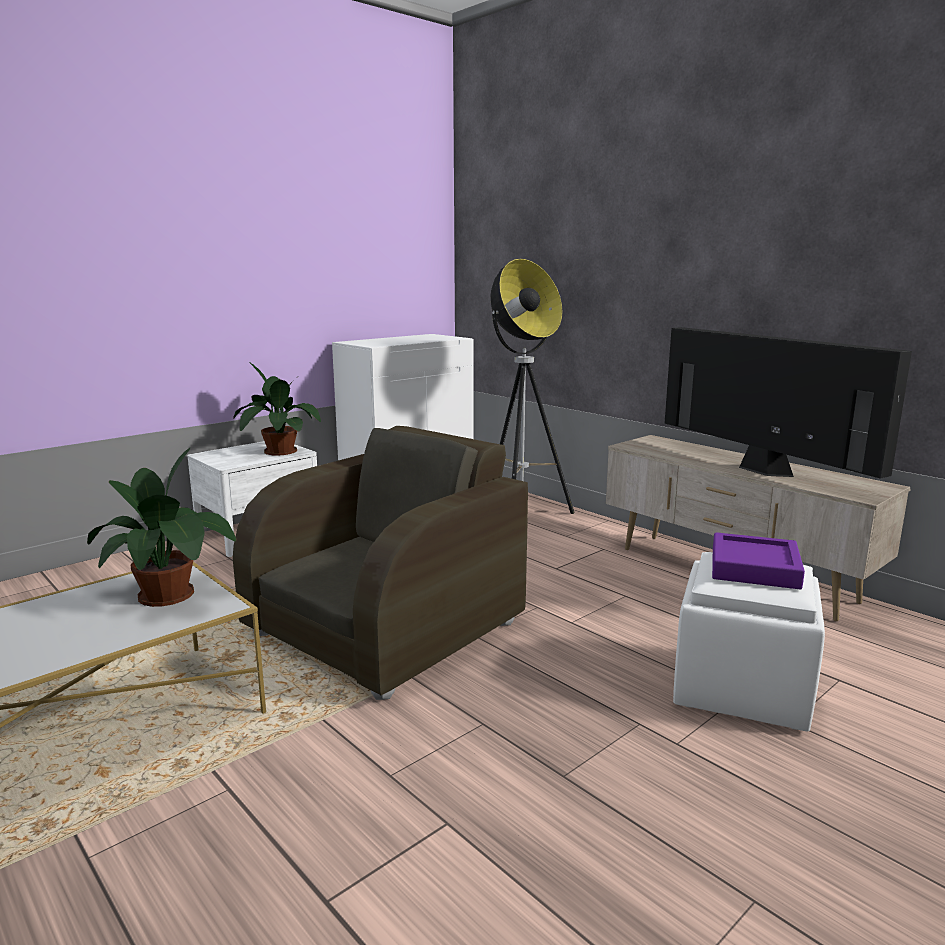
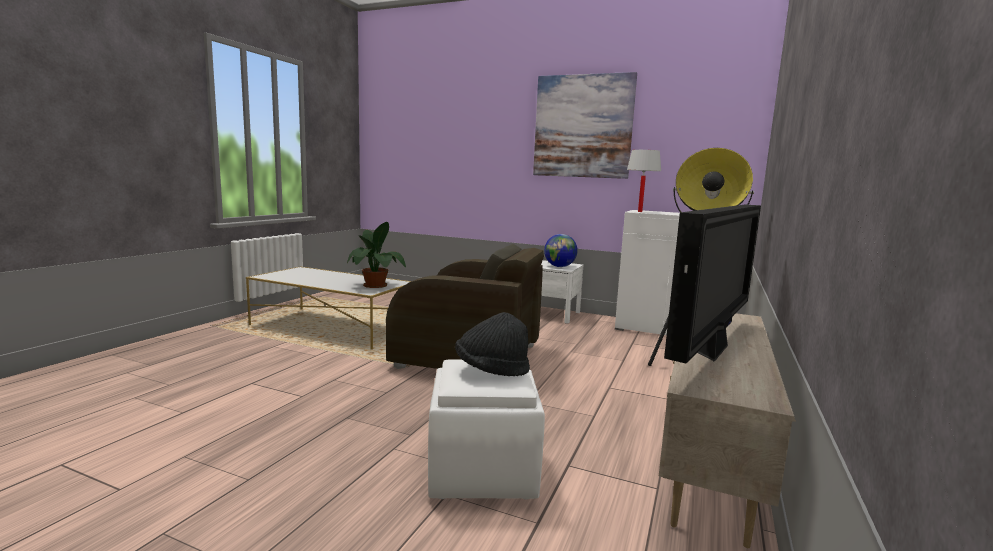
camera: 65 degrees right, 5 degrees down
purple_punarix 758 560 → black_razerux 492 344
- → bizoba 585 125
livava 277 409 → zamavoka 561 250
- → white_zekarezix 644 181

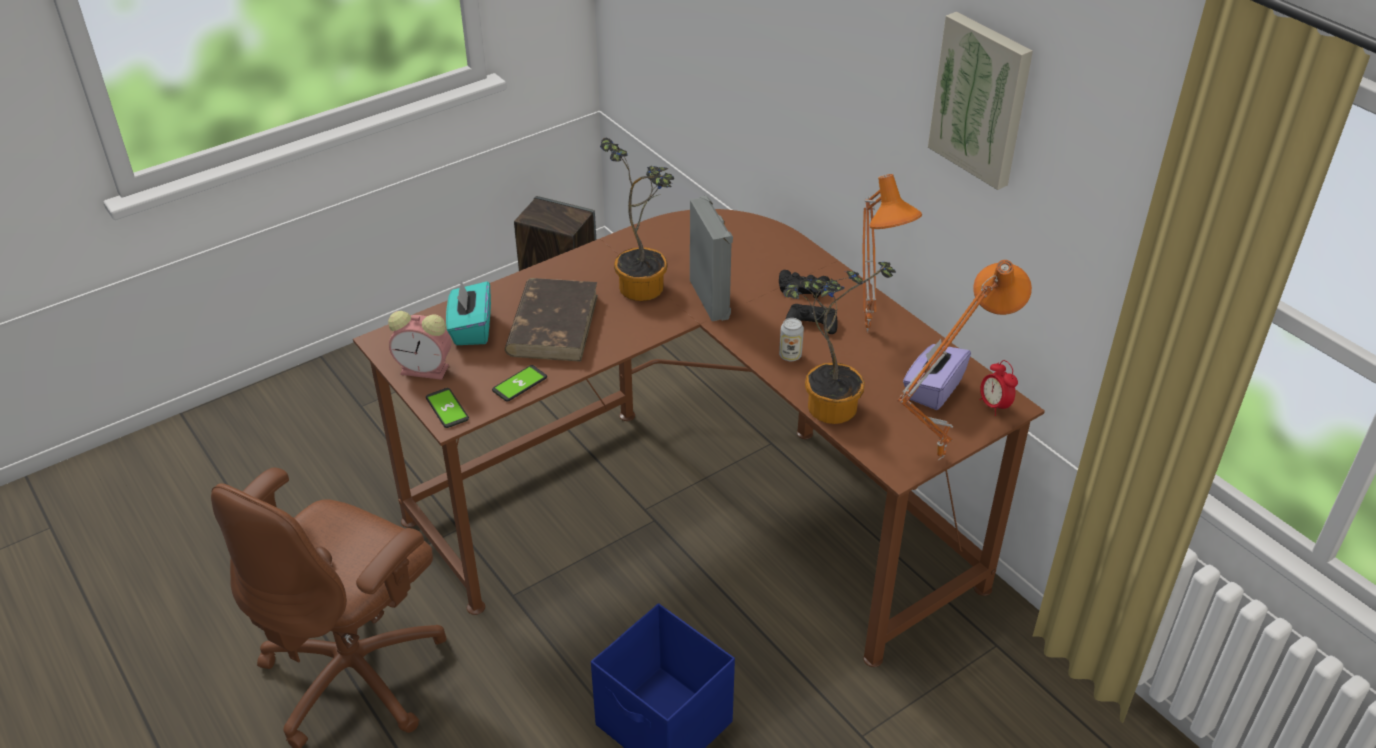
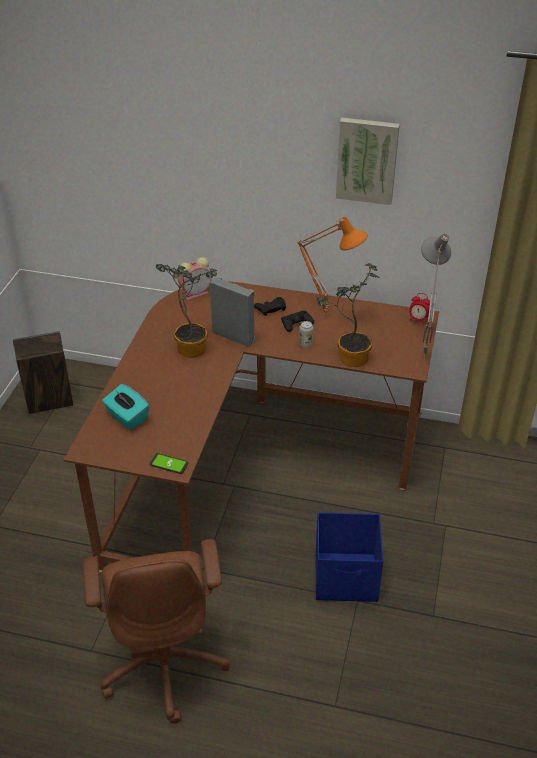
camera: 40 degrees left, 0 degrees up
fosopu 419 345 → fosopu 195 279, relocated
orange_zekarezix 964 360 → grey_zekarezix 436 295
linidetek 519 383 → -
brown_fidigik 551 320 → -
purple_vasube 937 374 → -

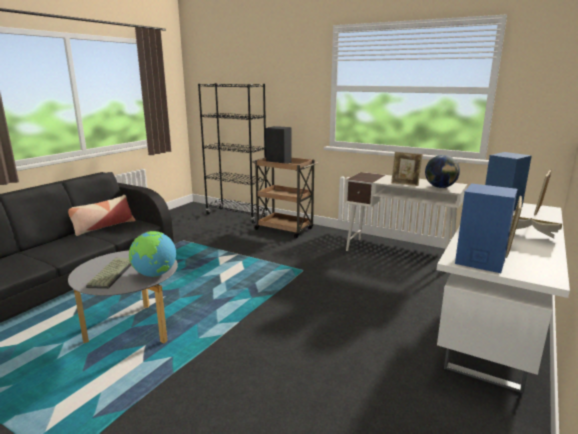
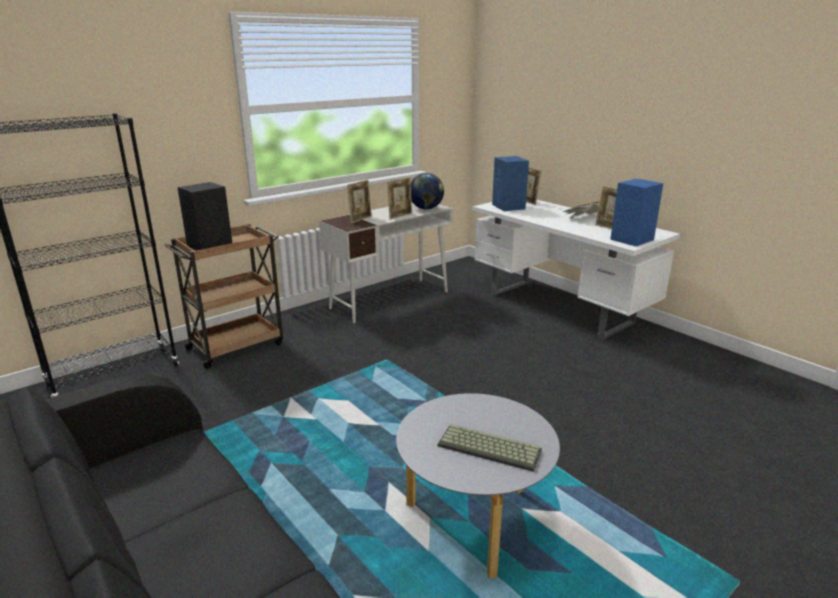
camera: 70 degrees left, 5 degrees up
- → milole 359 201
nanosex 102 215 → -
zamavoka 152 254 → -

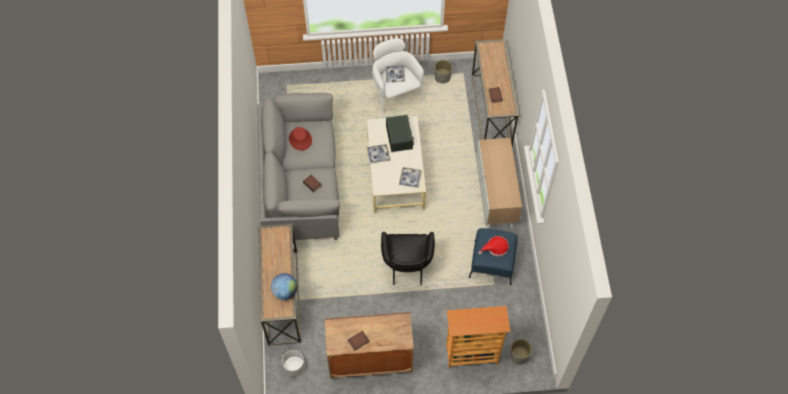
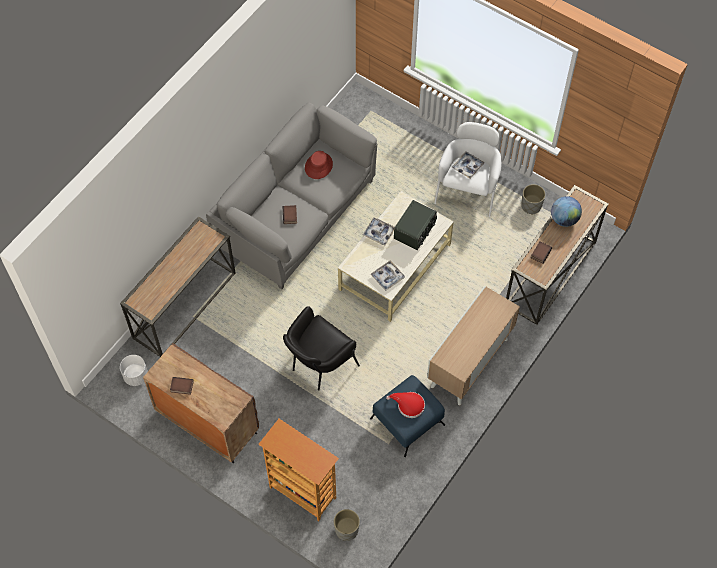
camera: 40 degrees right, 0 degrees up
zamavoka 284 286 → zamavoka 566 211, relocated

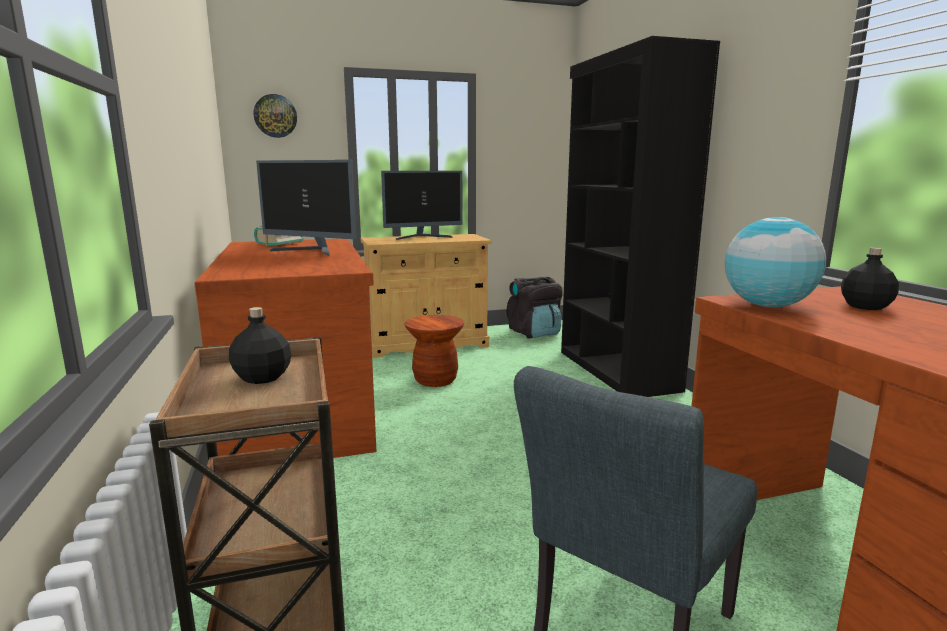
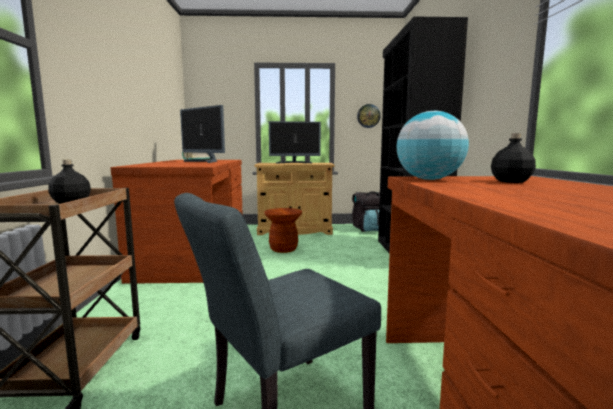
camera: 15 degrees right, 5 degrees down
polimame 275 116 → polimame 369 116, relocated

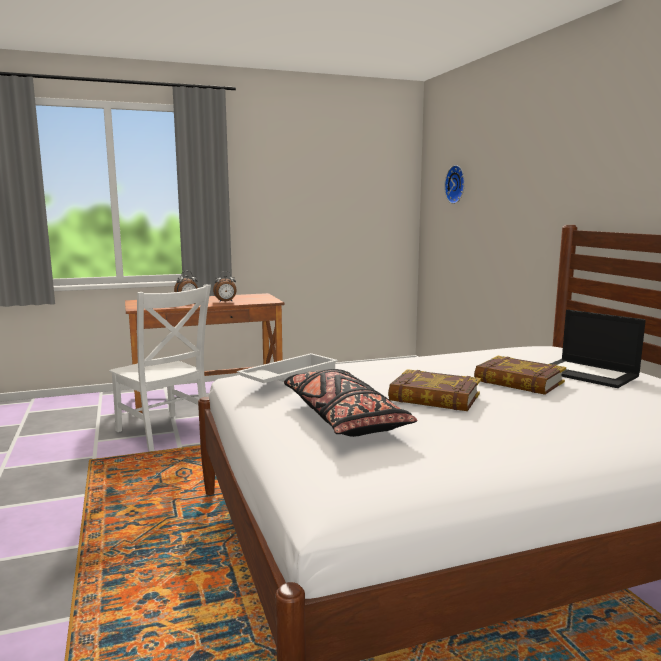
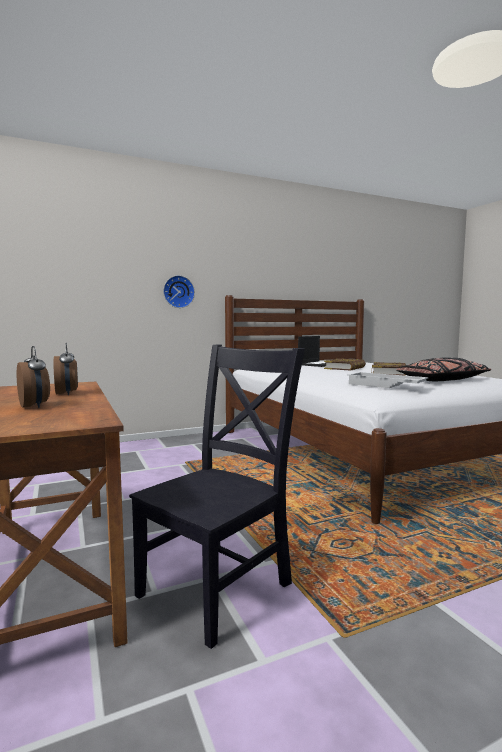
camera: 95 degrees left, 5 degrees down
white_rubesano 160 368 → black_rubesano 217 496
polimame 454 184 → polimame 179 291, relocated

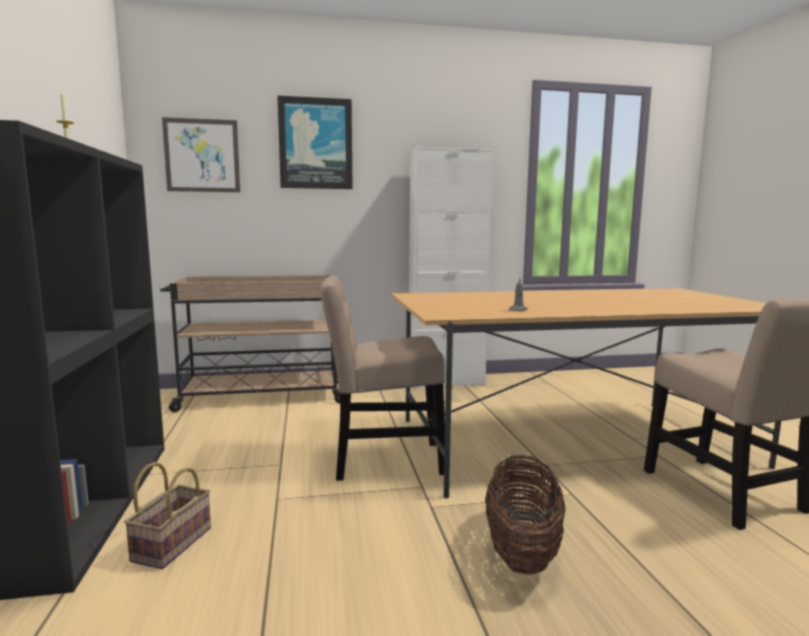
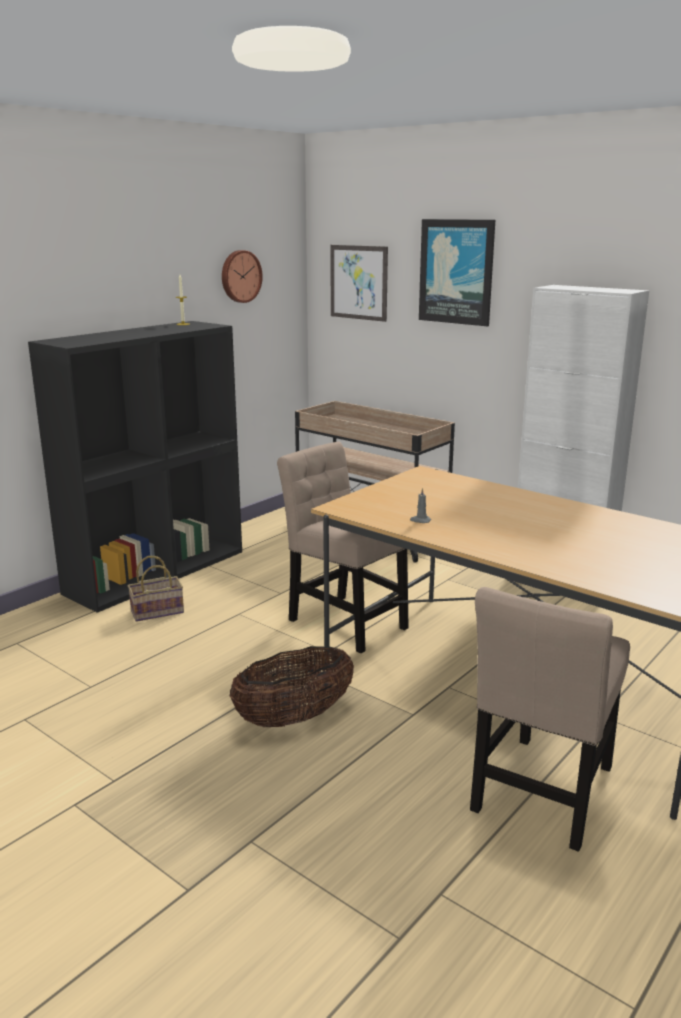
camera: 50 degrees right, 10 degrees up
- → polimame 242 276

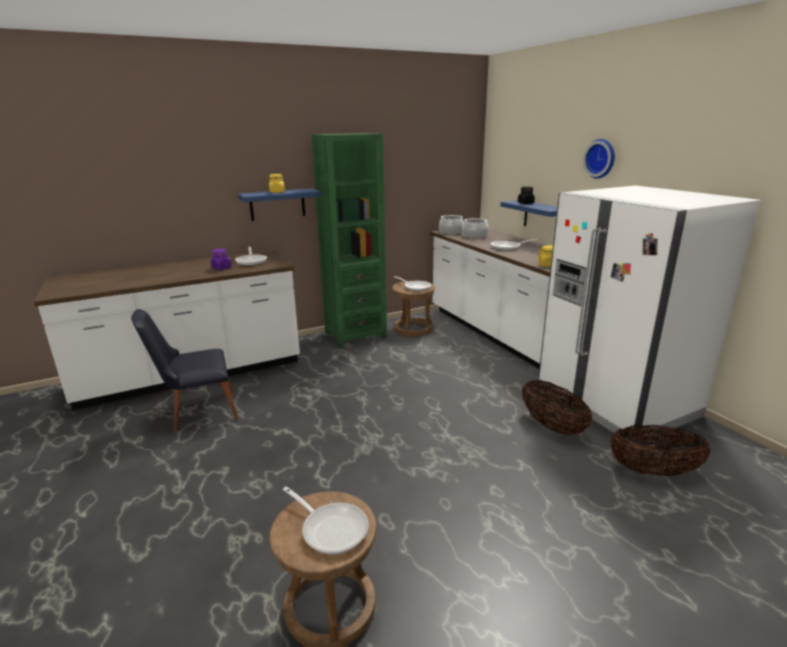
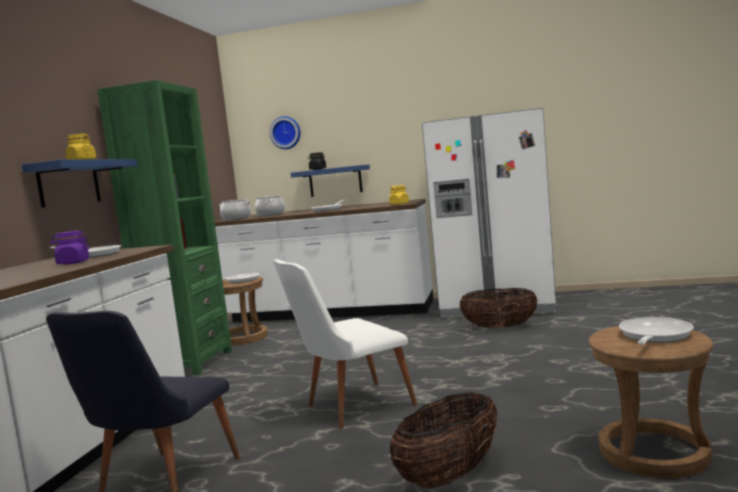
camera: 50 degrees left, 15 degrees down
polimame 599 159 → polimame 285 132, relocated
- → white_rubesano 345 344
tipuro 660 450 → tipuro 443 440, relocated
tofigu 326 521 → tofigu 656 331, 45 degrees counterclockwise

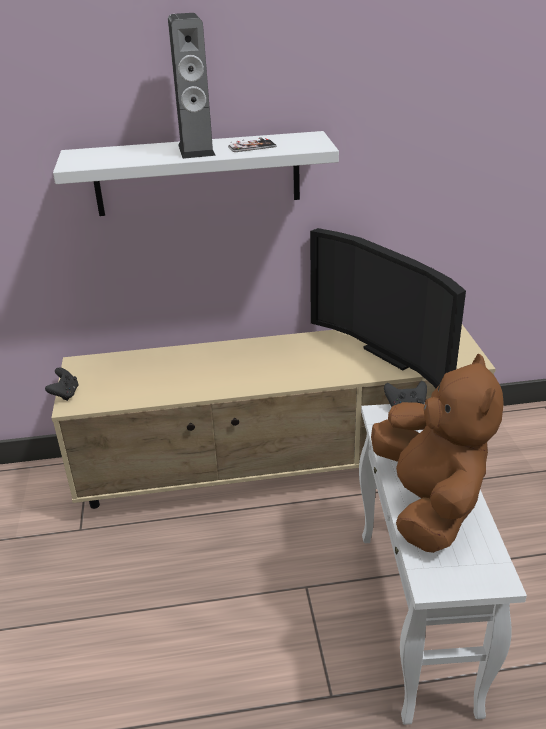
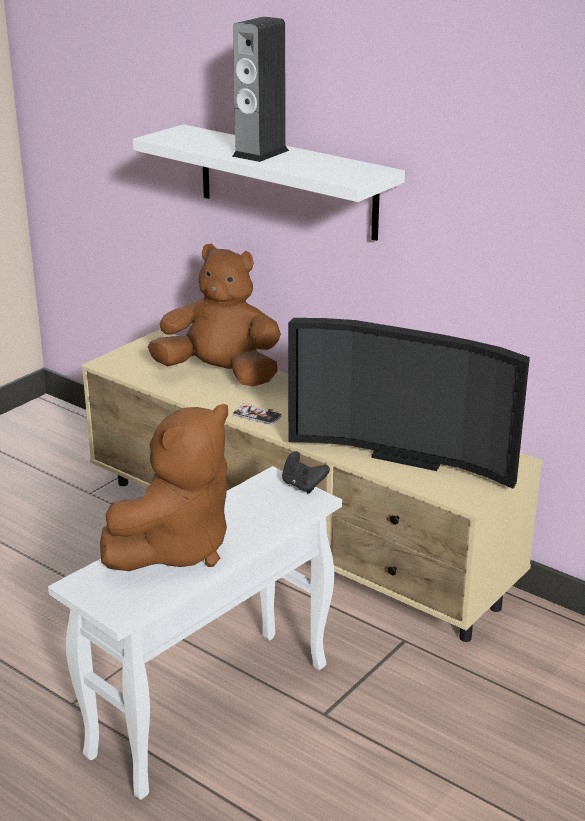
camera: 45 degrees right, 5 degrees down
- → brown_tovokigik 214 315
linidetek 252 144 → linidetek 257 414, relocated
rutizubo 388 308 → rutizubo 409 403, 75 degrees counterclockwise
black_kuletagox 62 384 → -

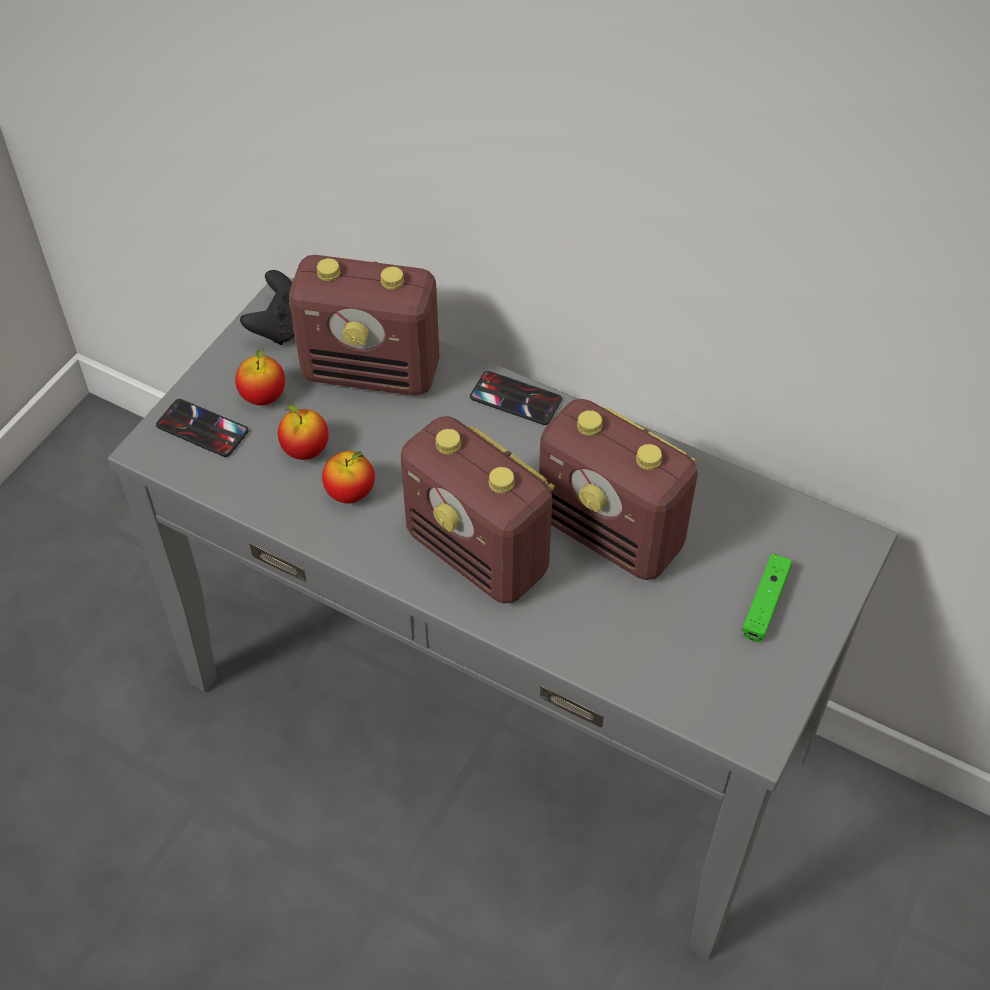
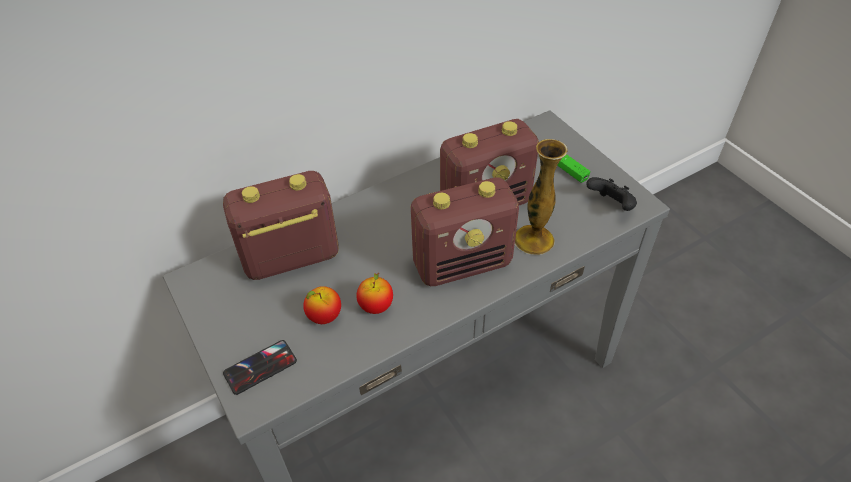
camera: 60 degrees left, 5 degrees down
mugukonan 364 325 → mugukonan 281 225, 150 degrees counterclockwise
- → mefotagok 541 197
black_kuletagox 267 307 → black_kuletagox 611 194, relocated
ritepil 260 377 → -
linidetek 516 398 → -

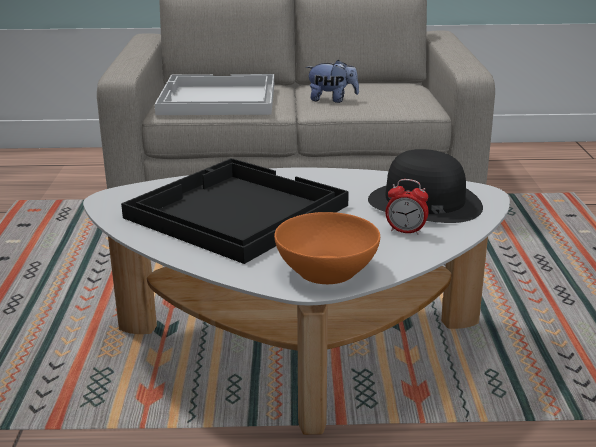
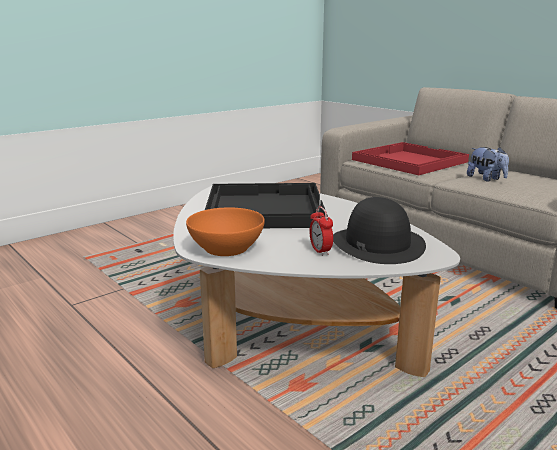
camera: 50 degrees right, 5 degrees down
white_punarix 214 94 → red_punarix 410 158

